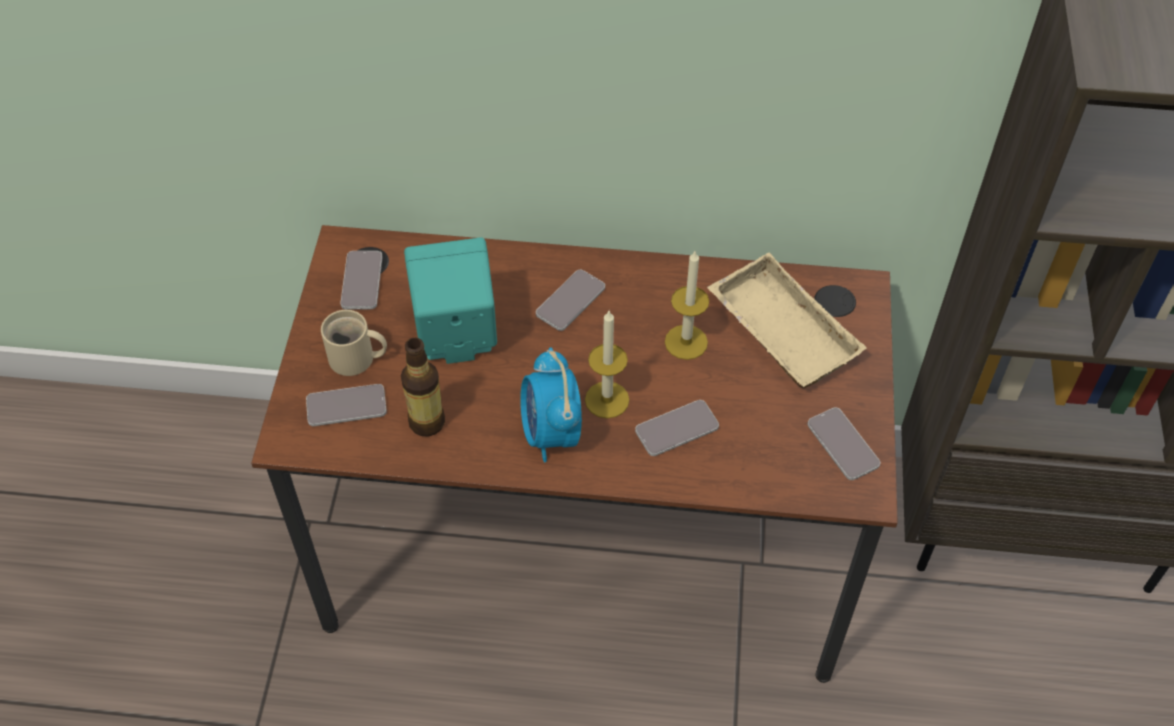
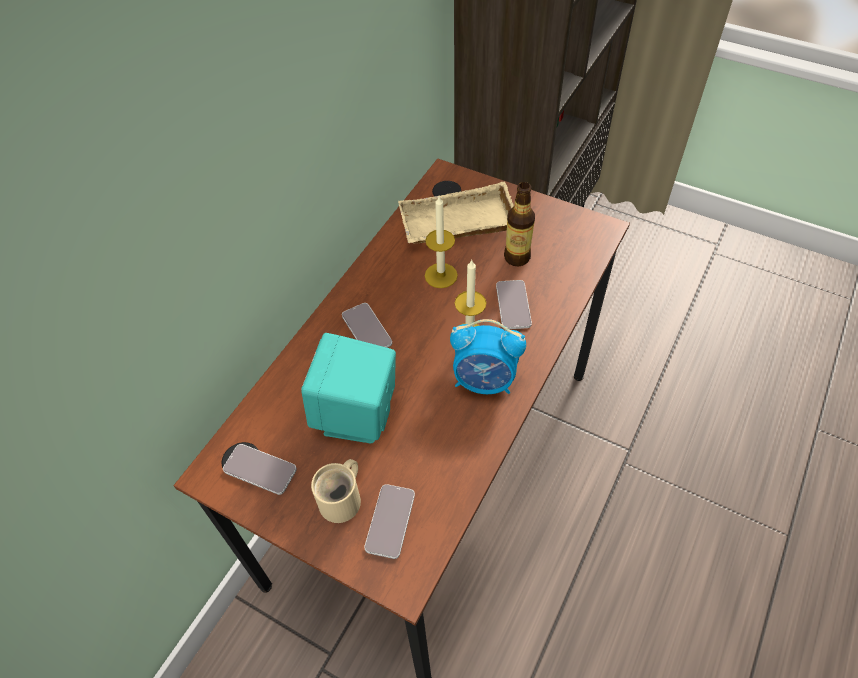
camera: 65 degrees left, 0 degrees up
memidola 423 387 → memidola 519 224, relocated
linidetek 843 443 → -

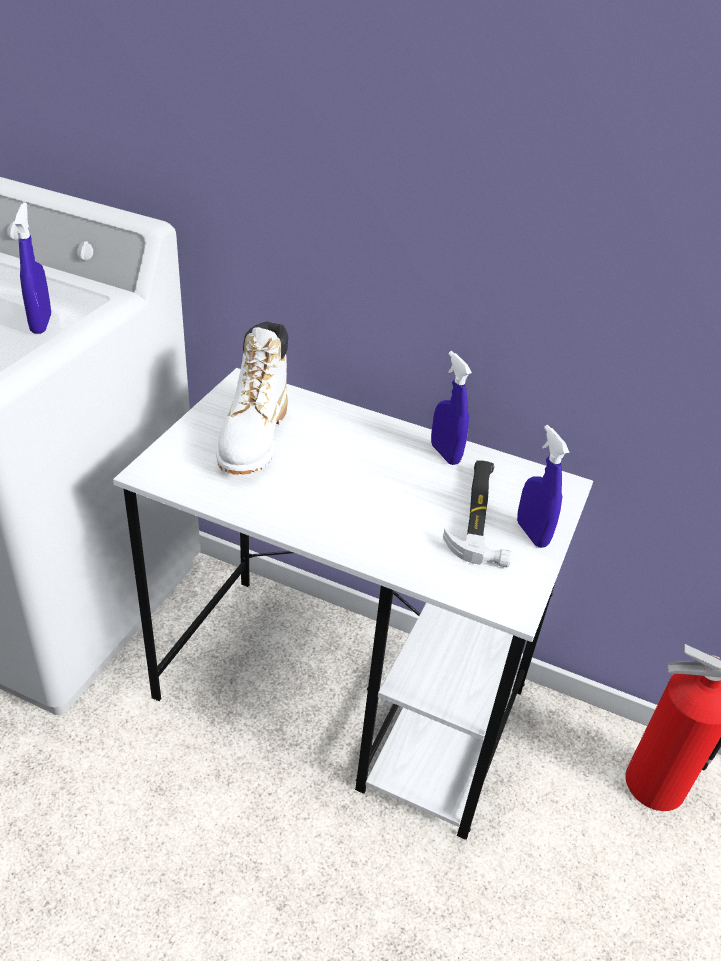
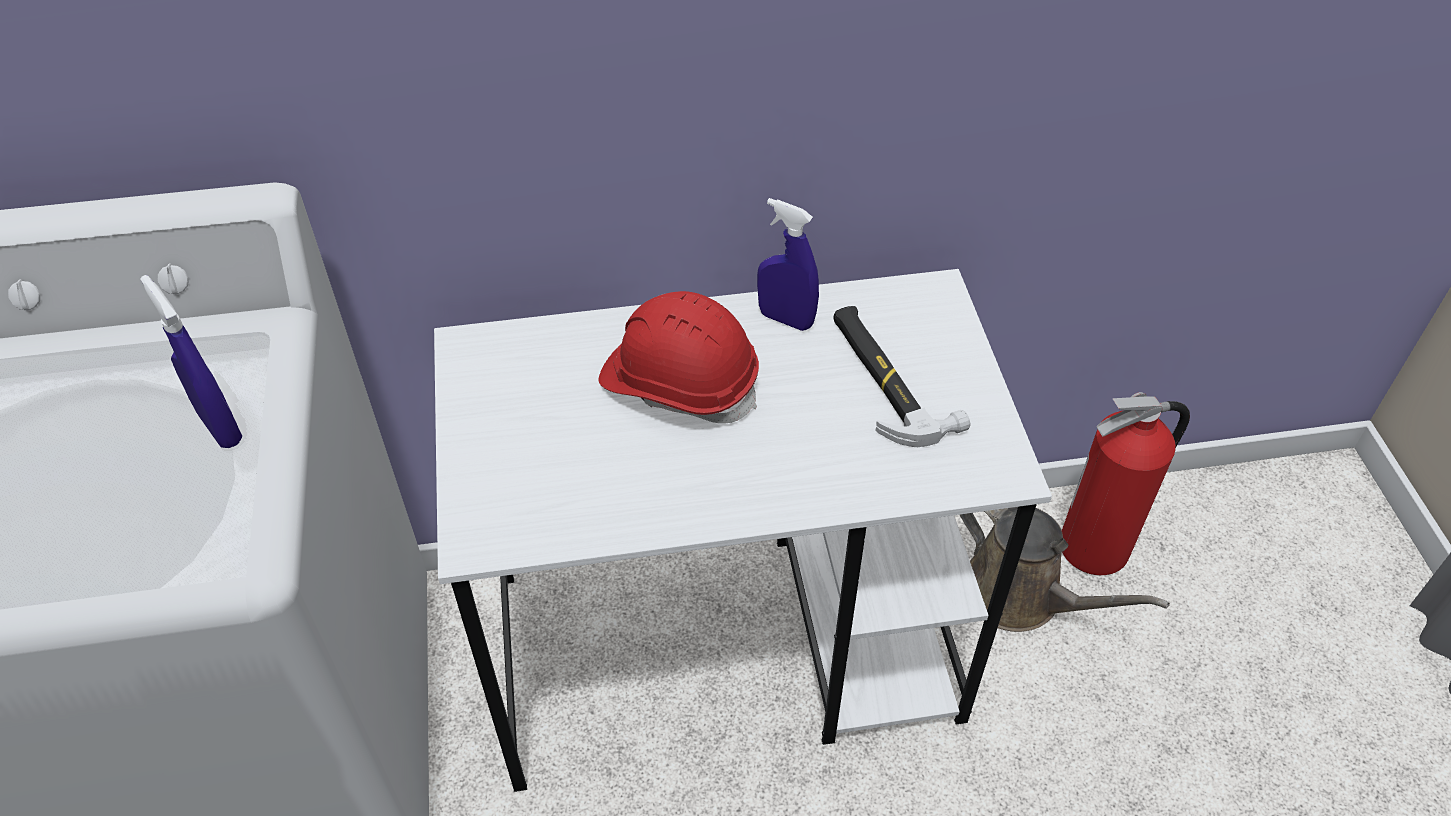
camera: 30 degrees left, 10 degrees up
- → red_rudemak 679 357
- → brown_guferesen 1065 569
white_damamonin 252 398 → -
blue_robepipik 543 486 → -

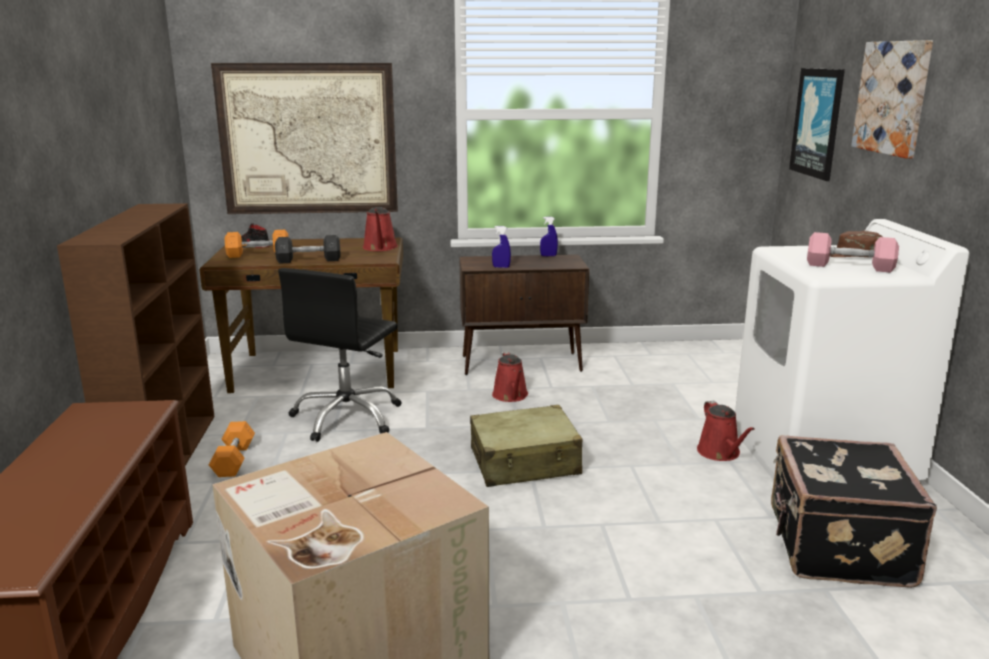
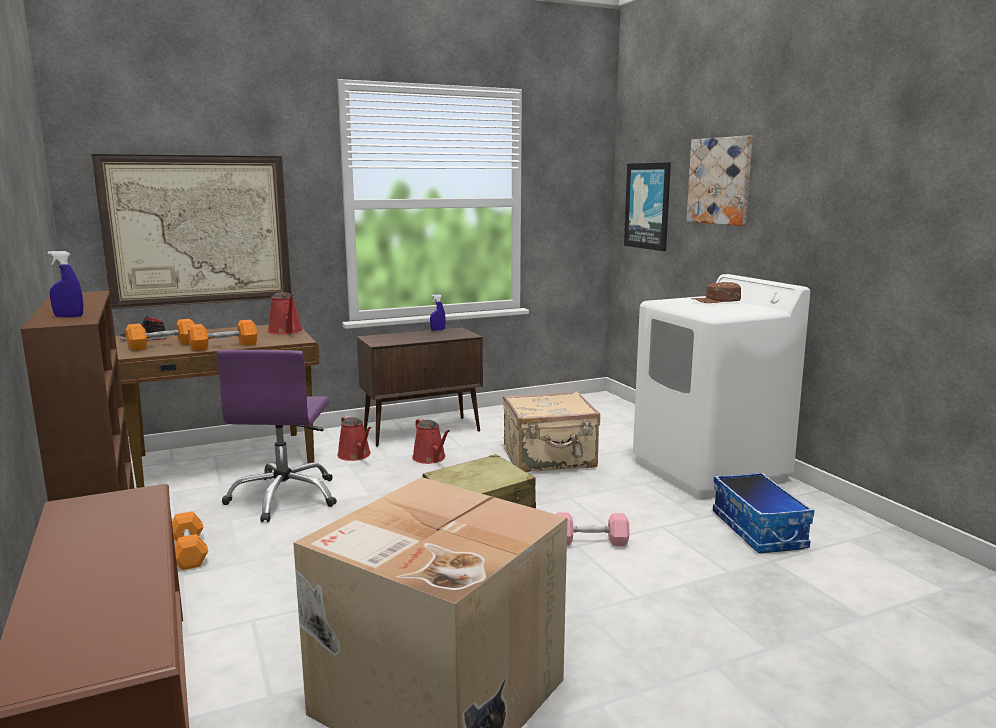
camera: 20 degrees left, 5 degrees down
blue_robepipik 501 247 → blue_robepipik 65 284, relocated
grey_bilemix 308 249 → orange_bilemix 222 335
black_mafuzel 339 355 → purple_mafuzel 276 436
red_guferesen 726 431 → red_guferesen 354 438, relocated
- → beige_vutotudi 551 432
pink_bilemix 853 252 → pink_bilemix 593 529, relocated
black_vutotudi 854 511 → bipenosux 764 512

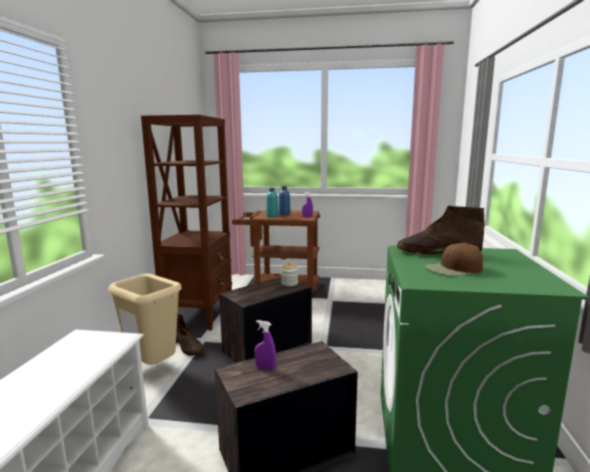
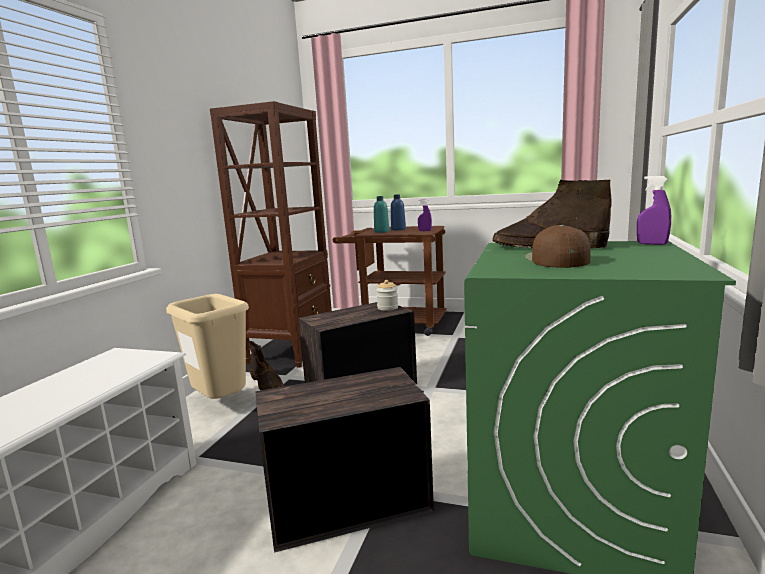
camera: 10 degrees right, 0 degrees up
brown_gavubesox 454 259 → brown_gavubesox 557 246, 105 degrees clockwise
purple_robepipik 265 345 → purple_robepipik 654 210, relocated

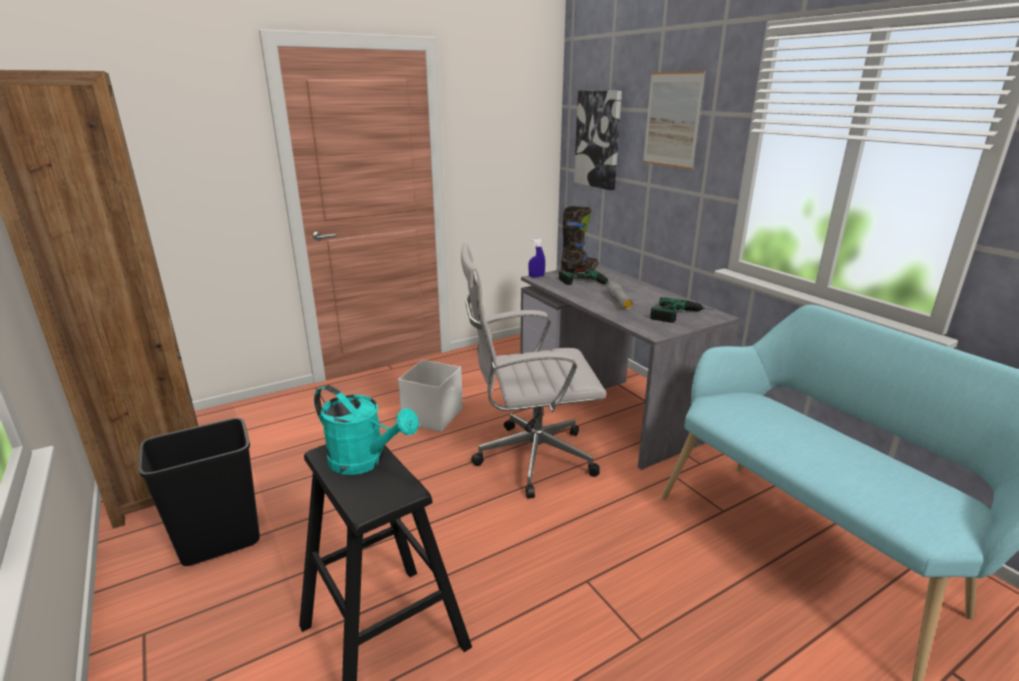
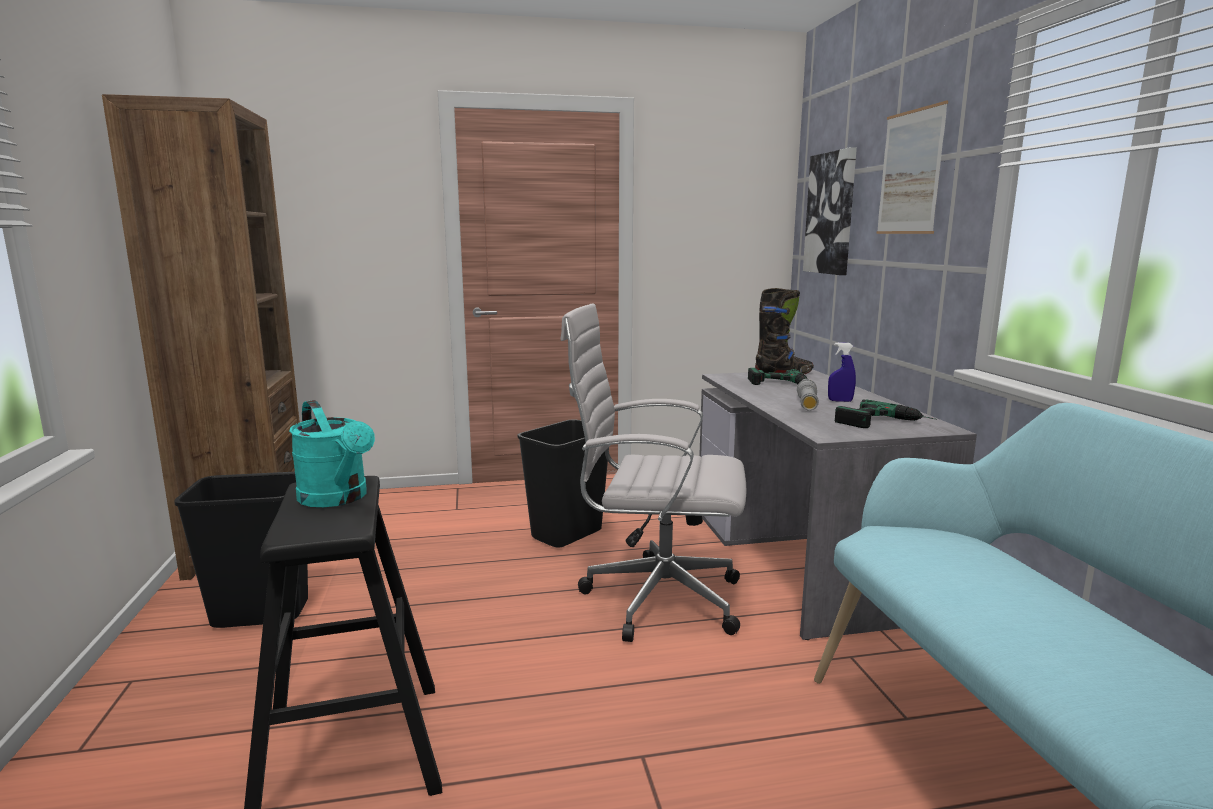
camera: 20 degrees right, 10 degrees down
white_bipenosux 430 396 → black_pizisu 563 483
blue_robepipik 536 258 → blue_robepipik 842 372, relocated

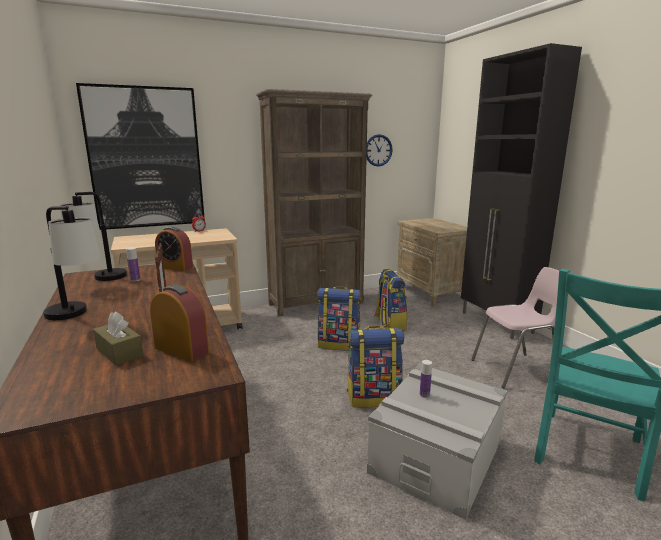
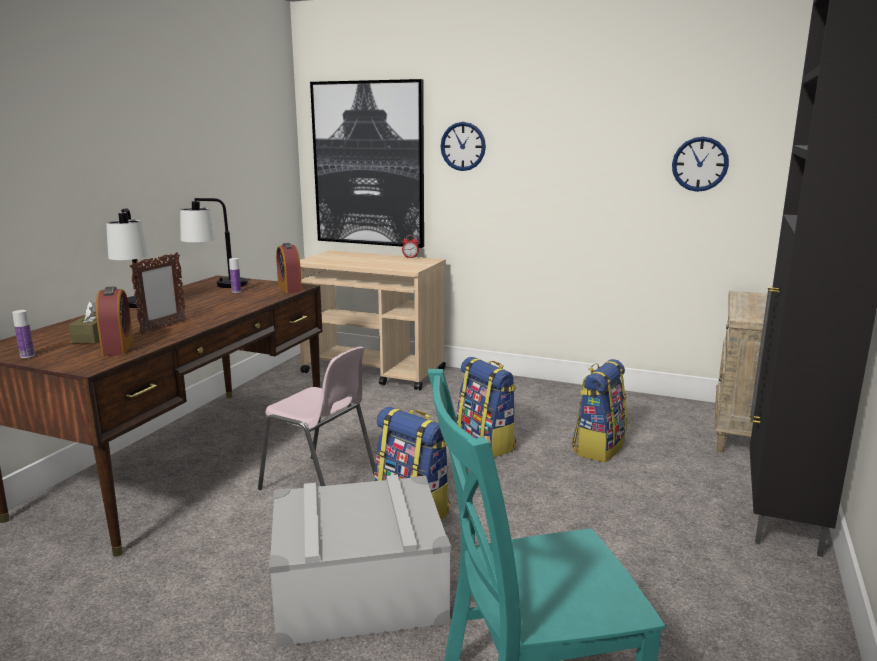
camera: 45 degrees right, 0 degrees up
memidola 426 379 → memidola 23 334, relocated
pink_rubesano 515 327 → pink_rubesano 316 418, relocated
- → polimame 463 146
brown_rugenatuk 314 203 → -

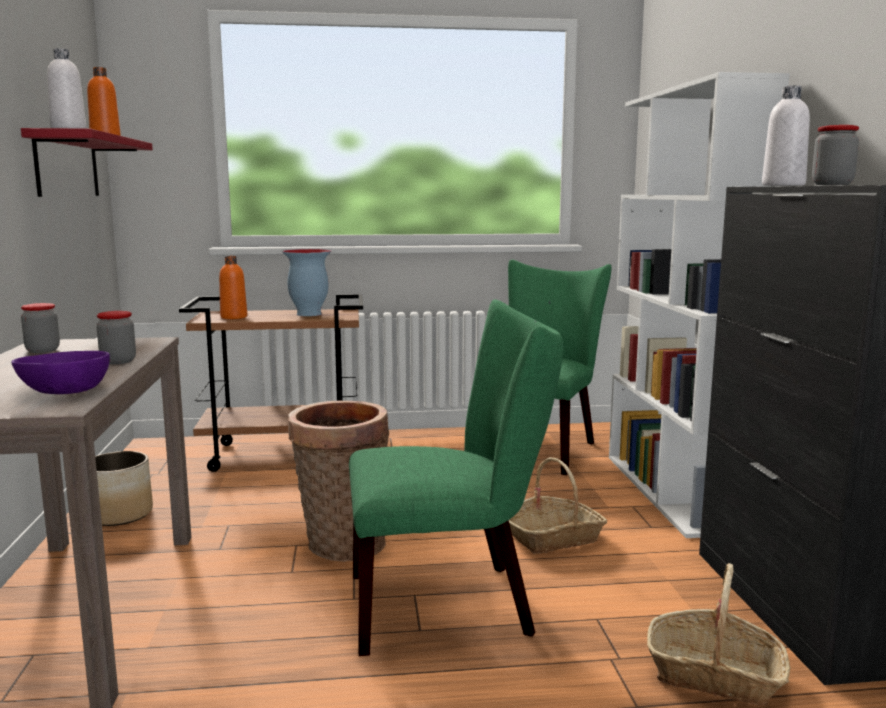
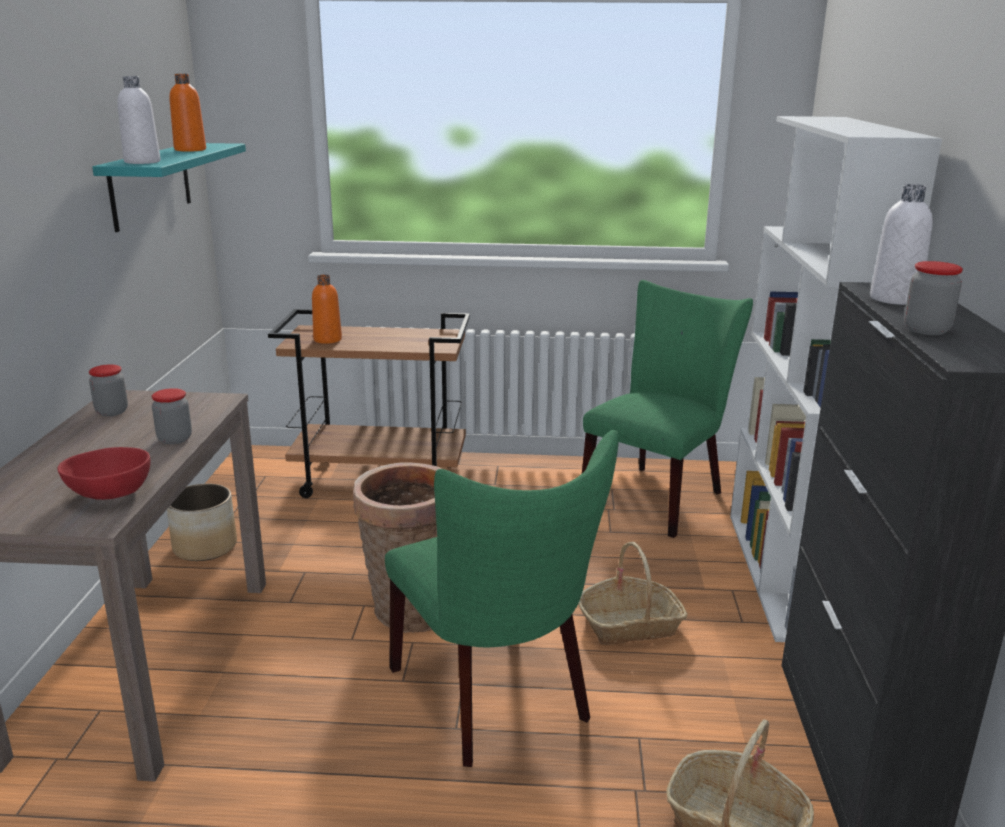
camera: 10 degrees right, 10 degrees up
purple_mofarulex 60 372 → red_mofarulex 103 473
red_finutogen 87 162 → turquoise_finutogen 169 187
green_rubesano 456 477 → green_rubesano 502 598, 60 degrees clockwise
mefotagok 306 282 → -

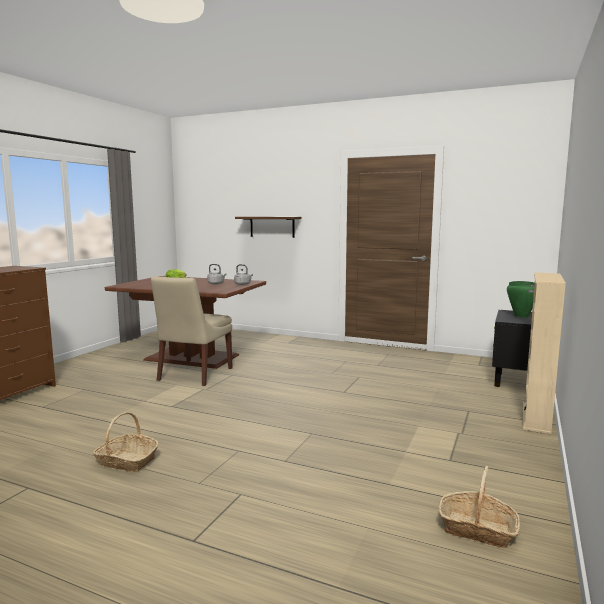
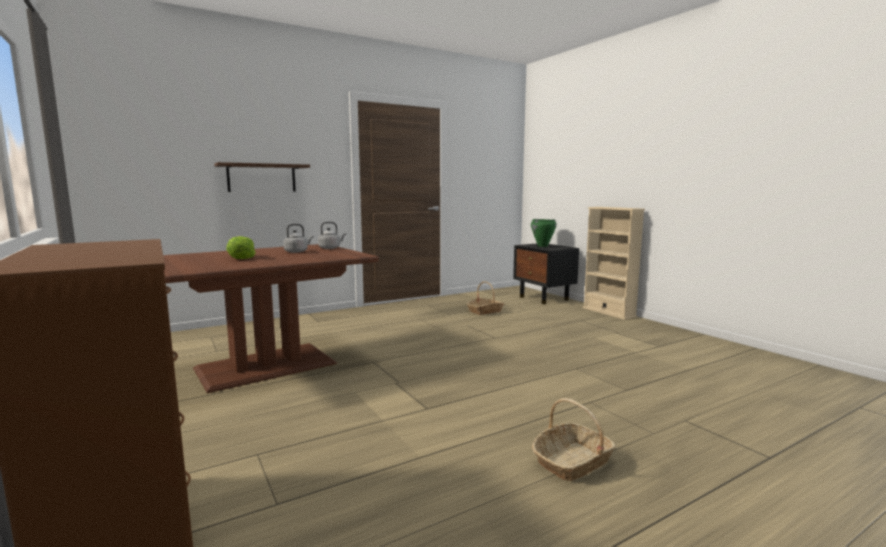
camera: 55 degrees left, 0 degrees up
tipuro 479 507 → tipuro 485 298, relocated
beige_rubesano 192 331 → -

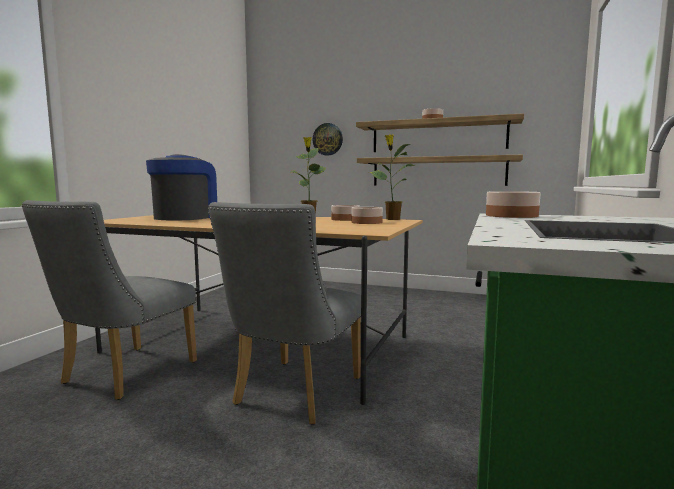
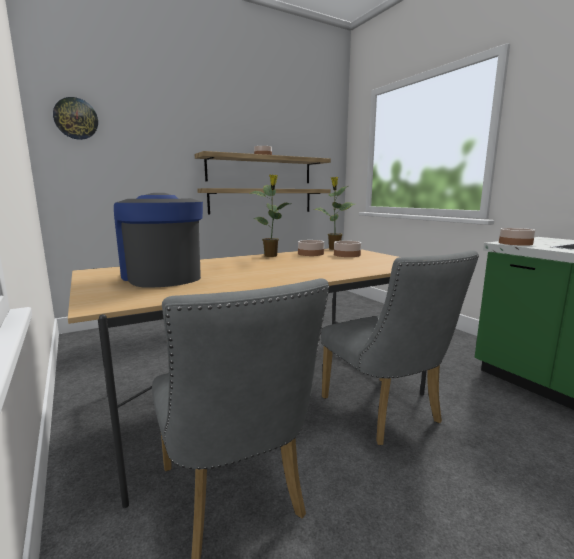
camera: 50 degrees left, 5 degrees up
polimame 328 139 → polimame 75 118, relocated

